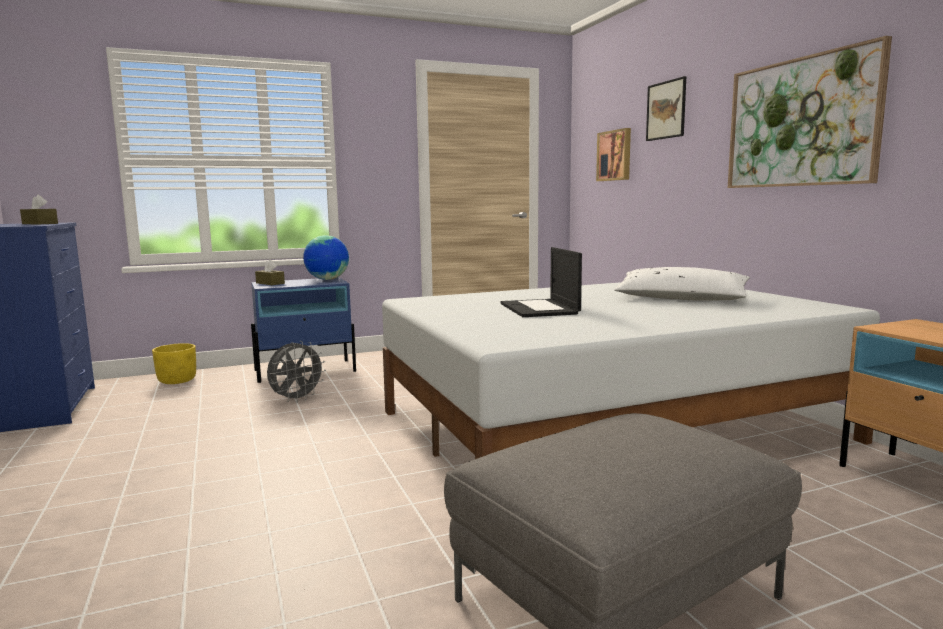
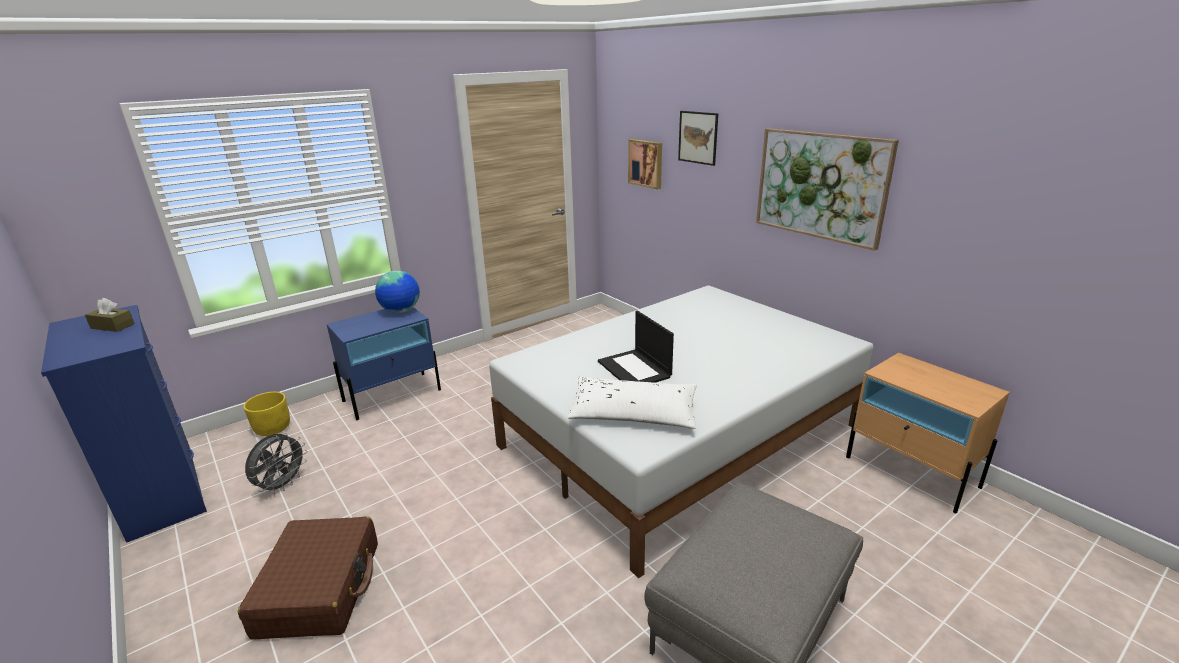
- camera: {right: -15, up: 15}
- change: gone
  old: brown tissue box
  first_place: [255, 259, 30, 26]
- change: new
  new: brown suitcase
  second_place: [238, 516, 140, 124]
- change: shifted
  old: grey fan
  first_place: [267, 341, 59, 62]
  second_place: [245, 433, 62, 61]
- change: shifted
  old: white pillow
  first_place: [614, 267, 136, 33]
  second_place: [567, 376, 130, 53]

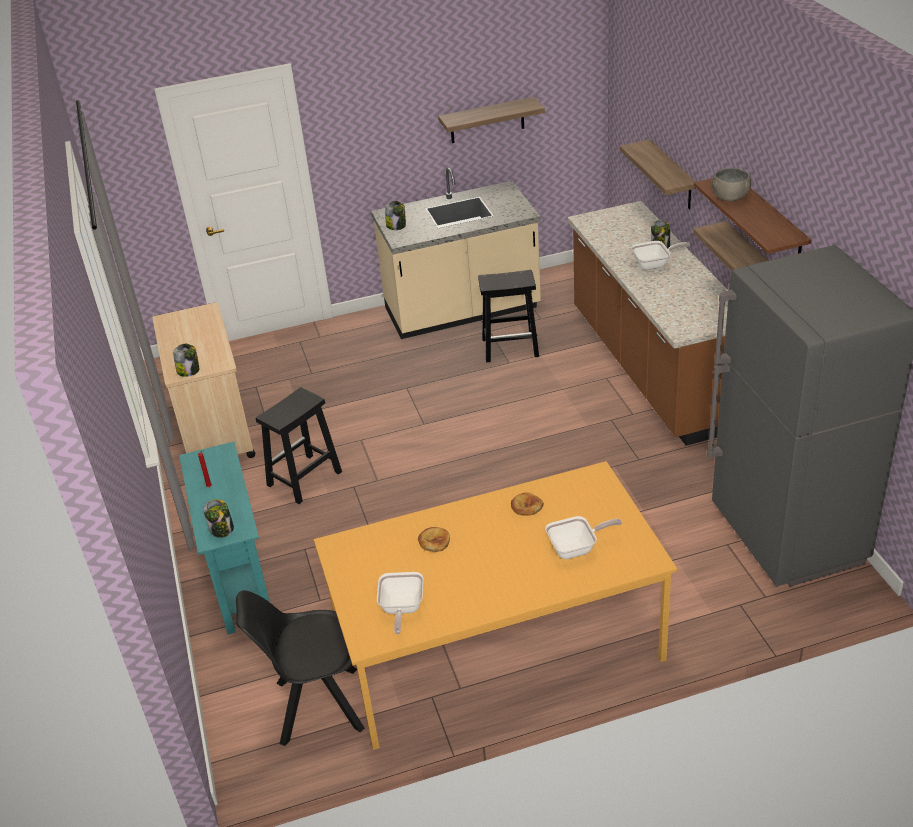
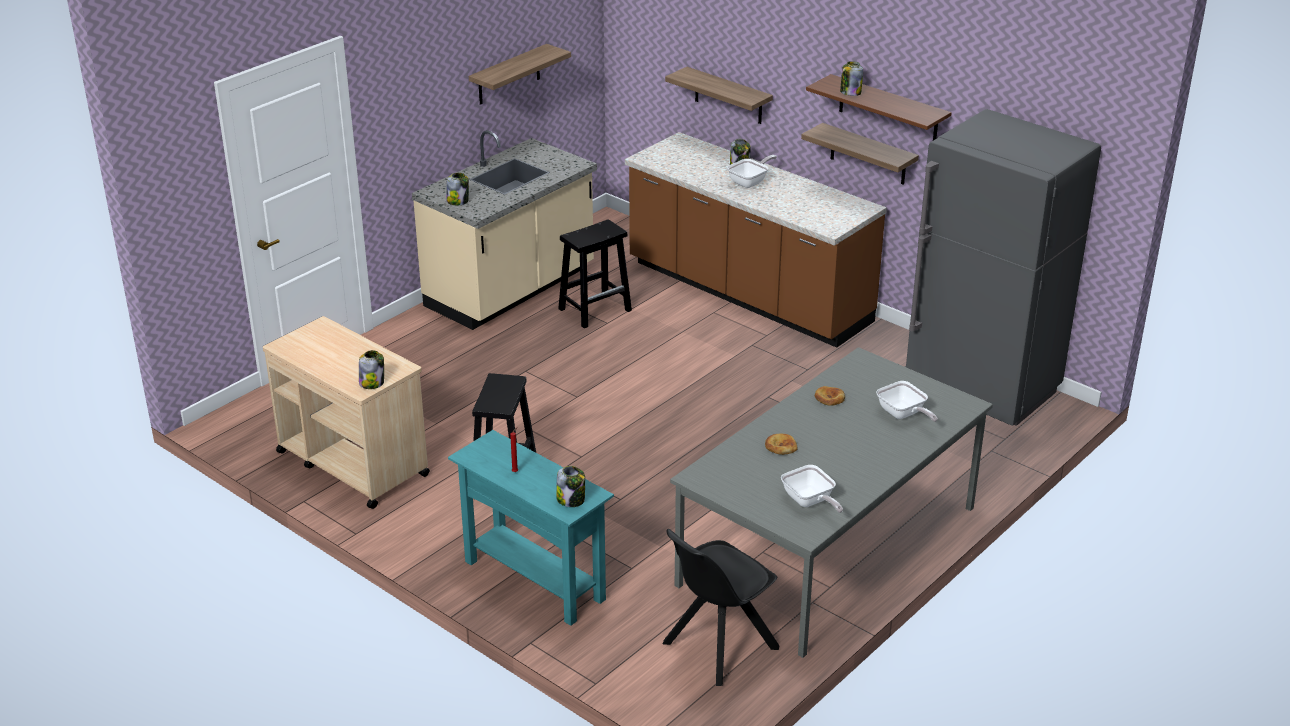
- camera: {right: -35, up: -5}
- change: swapped
  old: grey bowl
  new: jar
  first_place: [712, 168, 39, 33]
  second_place: [840, 61, 23, 35]
- change: repainted
  old: orange dining table
  new: grey dining table
  first_place: [314, 461, 363, 289]
  second_place: [670, 347, 323, 311]
- change: rotated
  old: frying pan
  first_place: [545, 516, 77, 43]
  second_place: [876, 381, 62, 41]
  degrees: 105

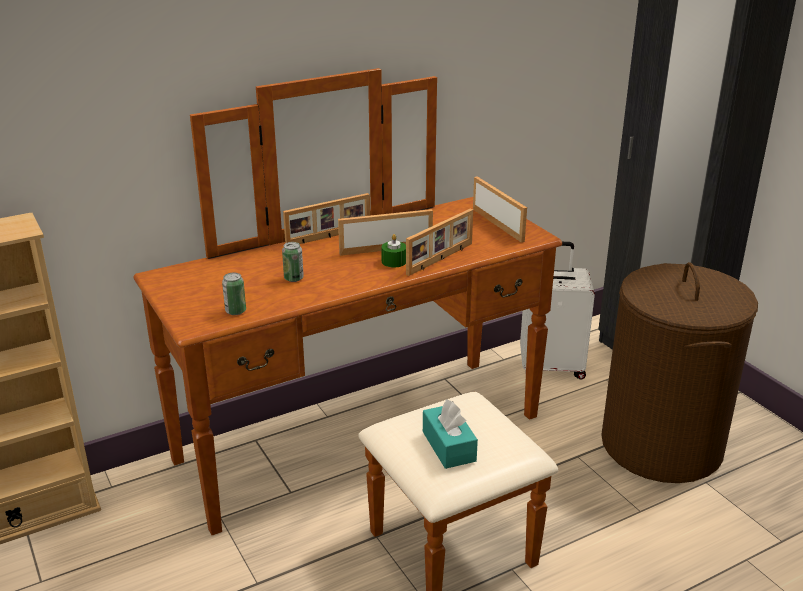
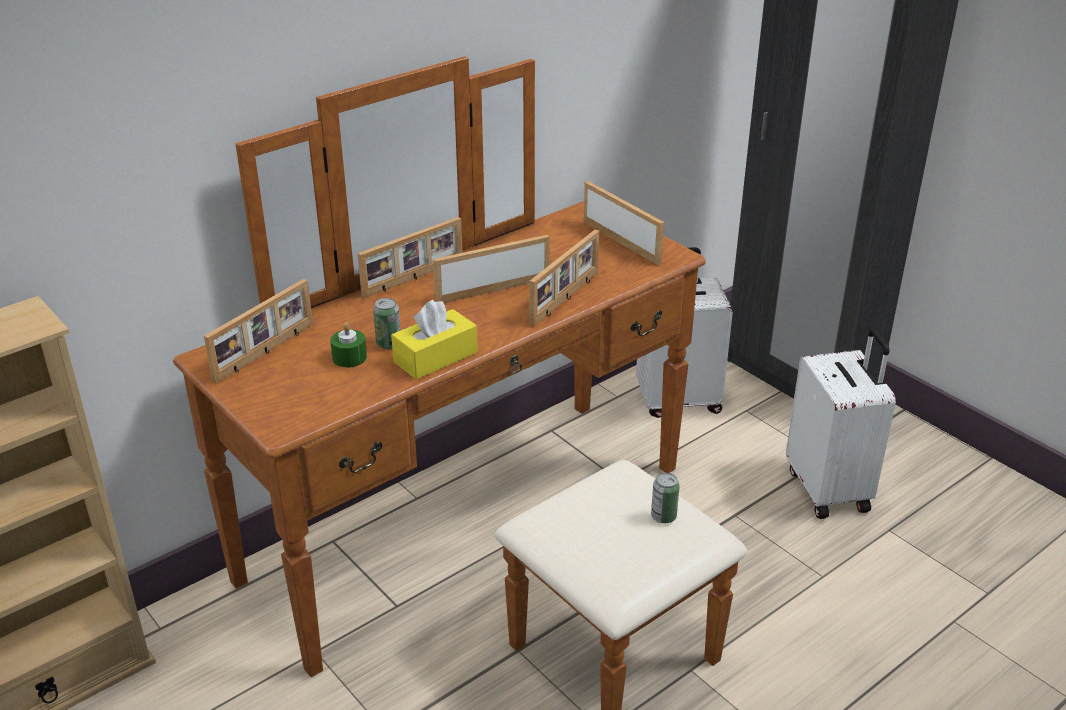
- camera: {right: -10, up: 5}
- change: gone
  old: turquoise tissue box
  first_place: [423, 399, 55, 70]
- change: new
  new: picture frame
  second_place: [204, 279, 109, 105]
- change: new
  new: yellow tissue box
  second_place: [391, 300, 87, 80]
- change: shifted
  old: can
  first_place: [222, 273, 24, 42]
  second_place: [651, 473, 29, 50]
- change: shifted
  old: green candle
  first_place: [381, 234, 25, 33]
  second_place: [330, 323, 37, 44]
- change: swapped
  old: brown laundry basket
  new: white suitcase
  first_place: [601, 262, 157, 221]
  second_place: [786, 329, 110, 190]

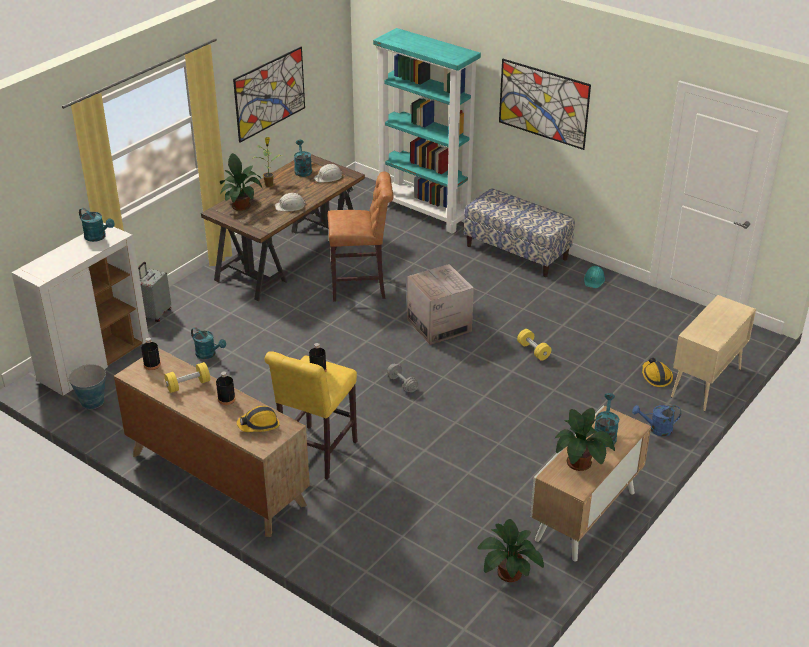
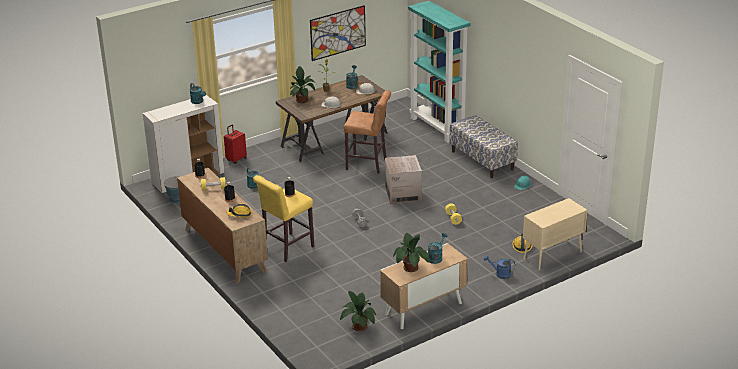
- camera: {right: 20, up: -5}
- change: gone
  old: picture
  first_place: [499, 59, 92, 91]
- change: repainted
  old: grey suitcase
  new: red suitcase
  first_place: [138, 262, 33, 60]
  second_place: [224, 125, 23, 39]

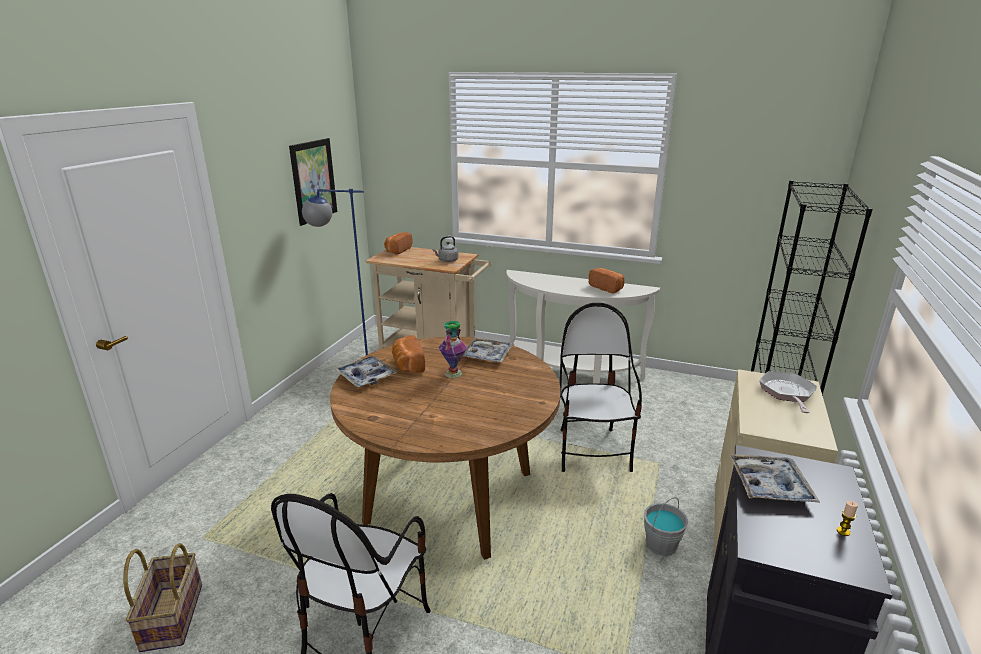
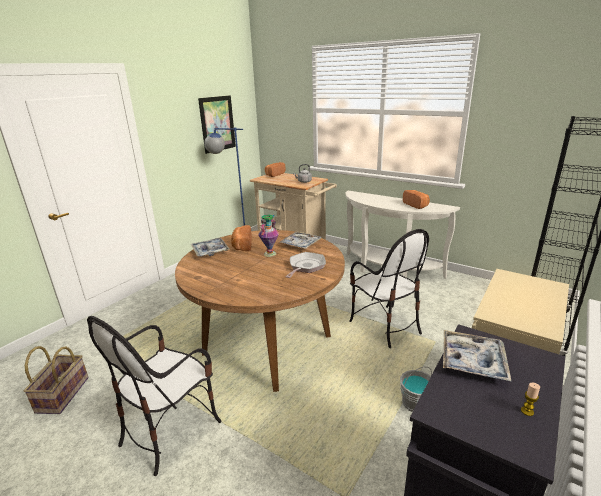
- camera: {right: 15, up: 0}
- change: shifted
  old: frying pan
  first_place: [759, 371, 58, 42]
  second_place: [285, 252, 41, 26]
- change: rotated
  old: chair
  first_place: [560, 303, 82, 169]
  second_place: [349, 229, 80, 119]
  degrees: 135

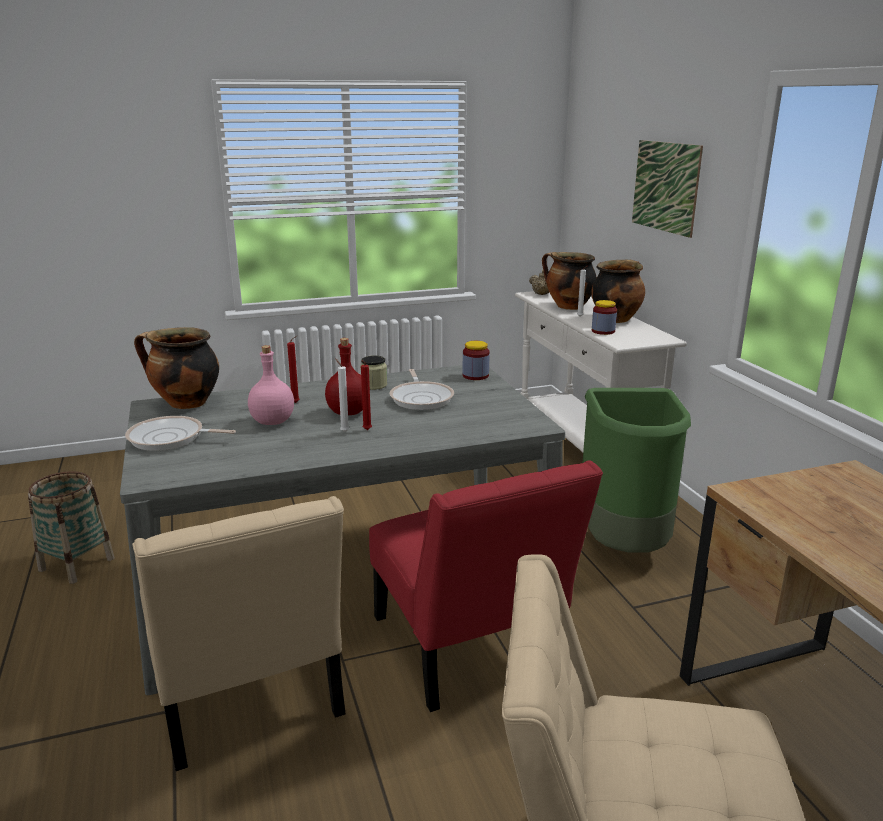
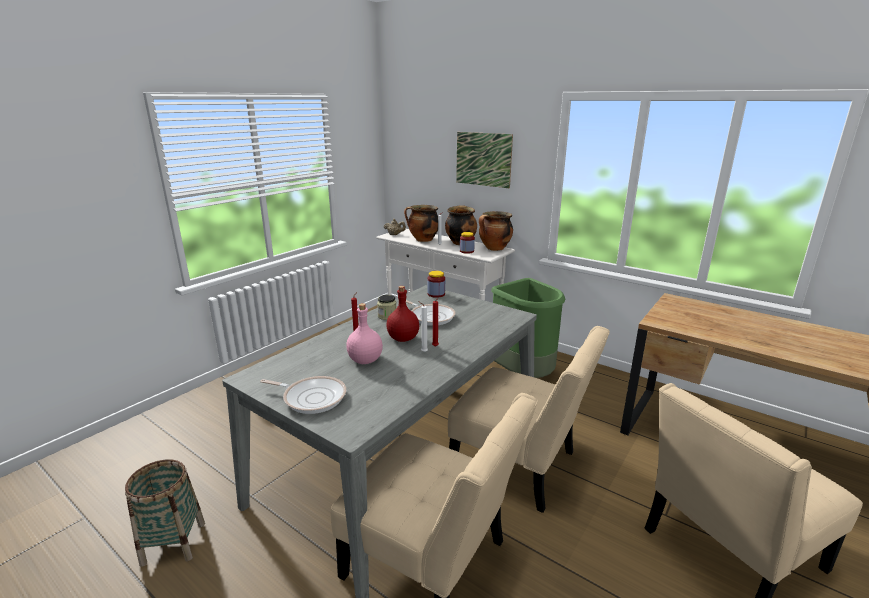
- camera: {right: -35, up: 0}
- change: shifted
  old: cooking pot
  first_place: [134, 327, 85, 82]
  second_place: [479, 211, 34, 40]
- change: repainted
  old: red chair
  new: beige chair
  first_place: [369, 460, 234, 252]
  second_place: [448, 326, 162, 187]
- change: rotated
  old: frying pan
  first_place: [125, 416, 111, 35]
  second_place: [260, 376, 86, 38]
  degrees: -135

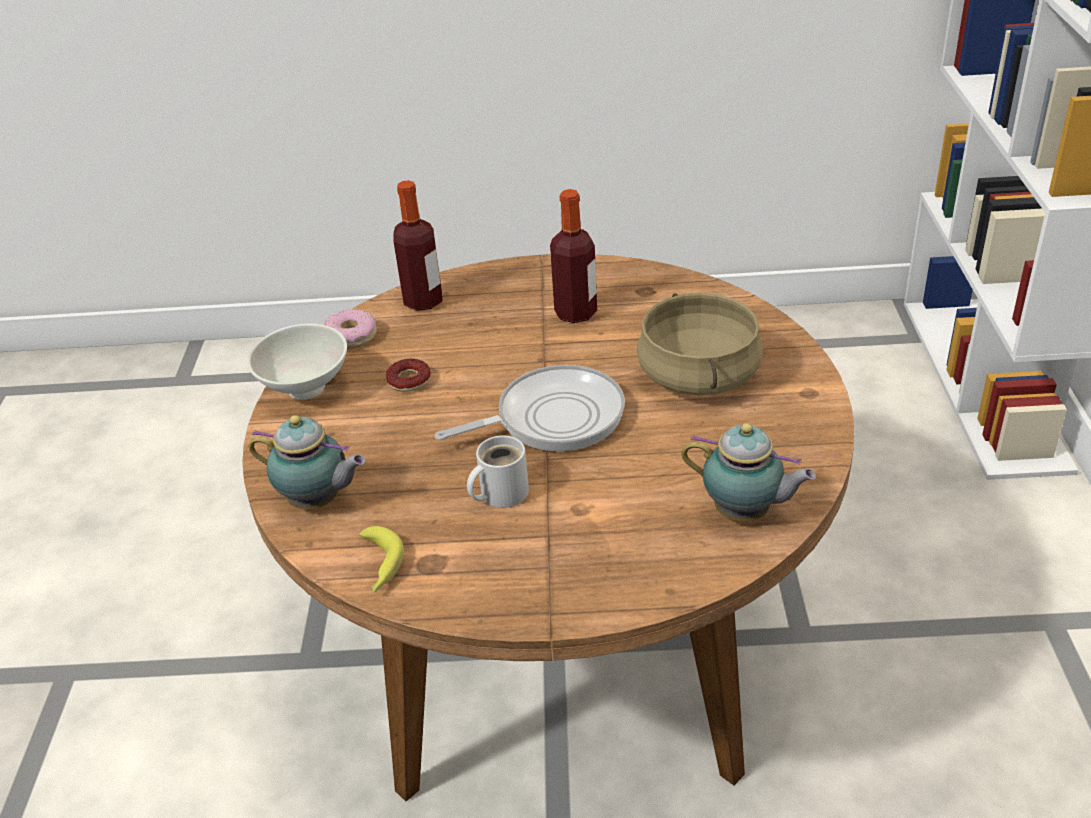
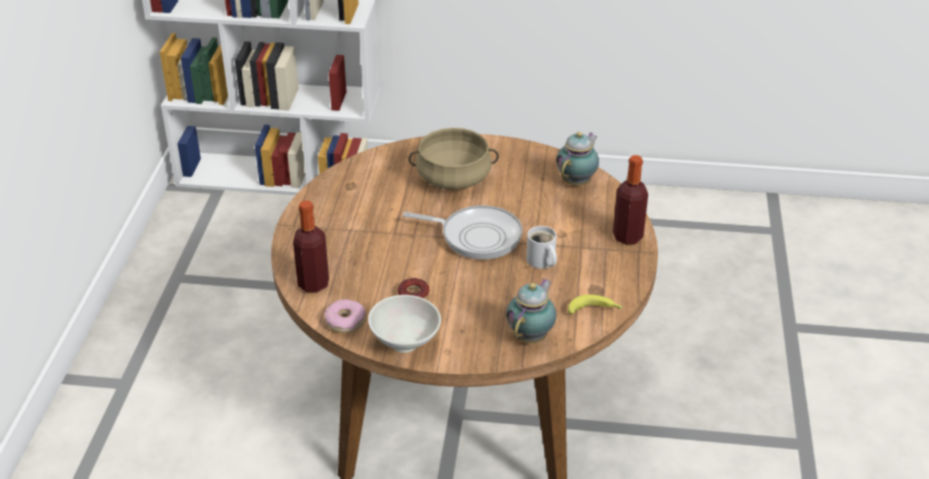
- camera: {right: -85, up: 0}
- change: shifted
  old: bottle
  first_place: [550, 189, 47, 134]
  second_place: [613, 155, 35, 90]
- change: rotated
  old: frying pan
  first_place: [435, 365, 190, 86]
  second_place: [403, 205, 120, 54]
  degrees: 120

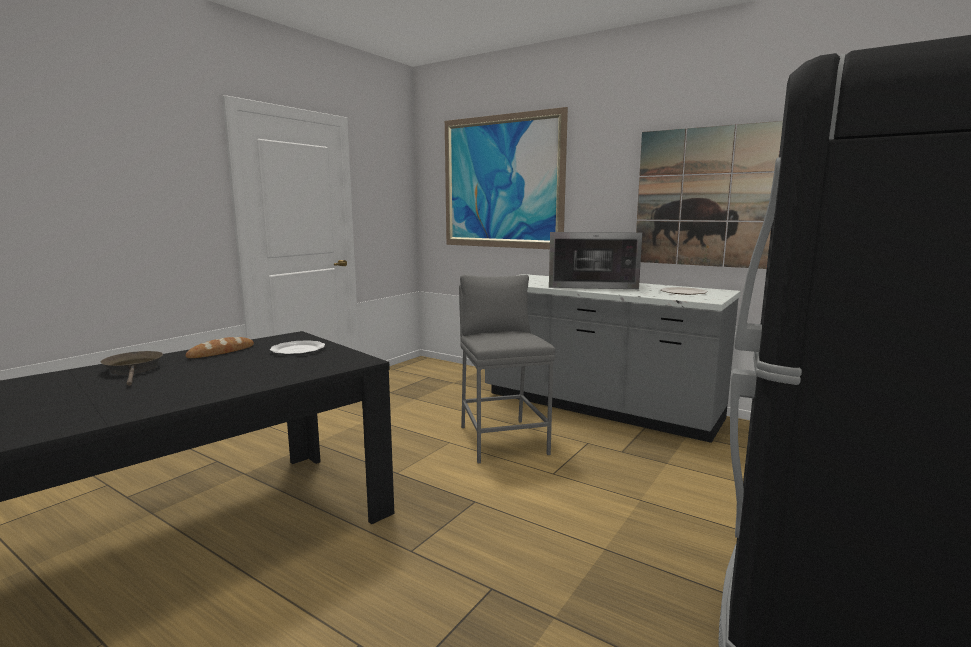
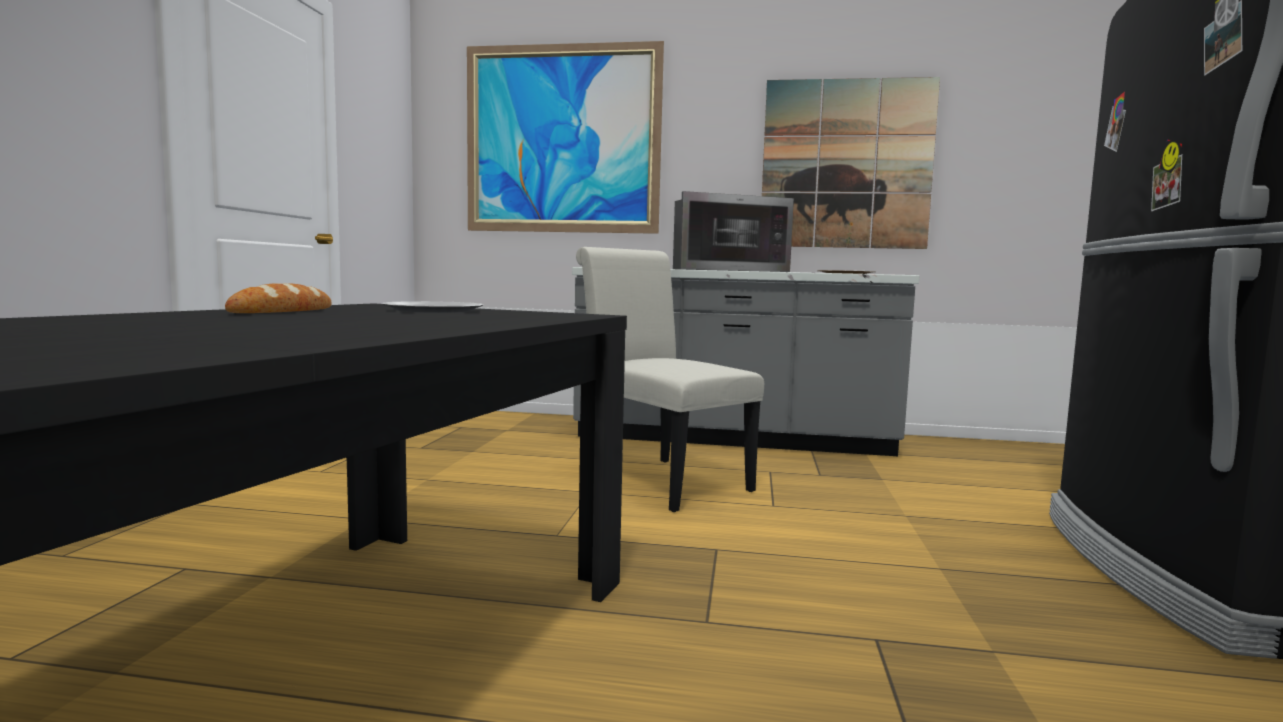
- camera: {right: -25, up: -5}
- change: gone
  old: brown frying pan
  first_place: [101, 351, 62, 35]
- change: swapped
  old: grey stool
  new: white chair
  first_place: [459, 275, 96, 188]
  second_place: [576, 247, 188, 265]

